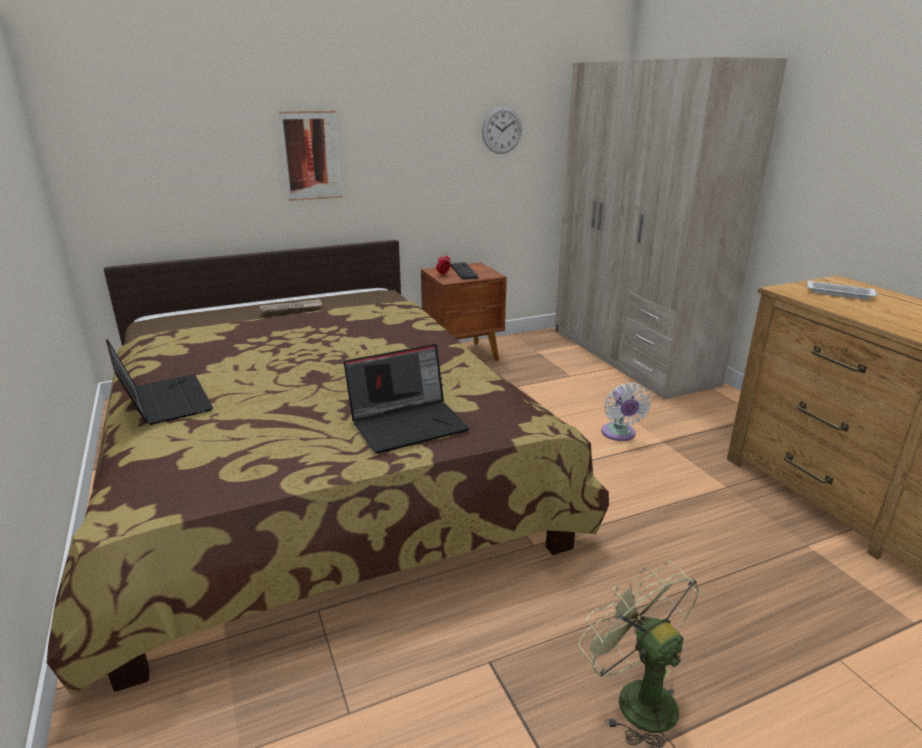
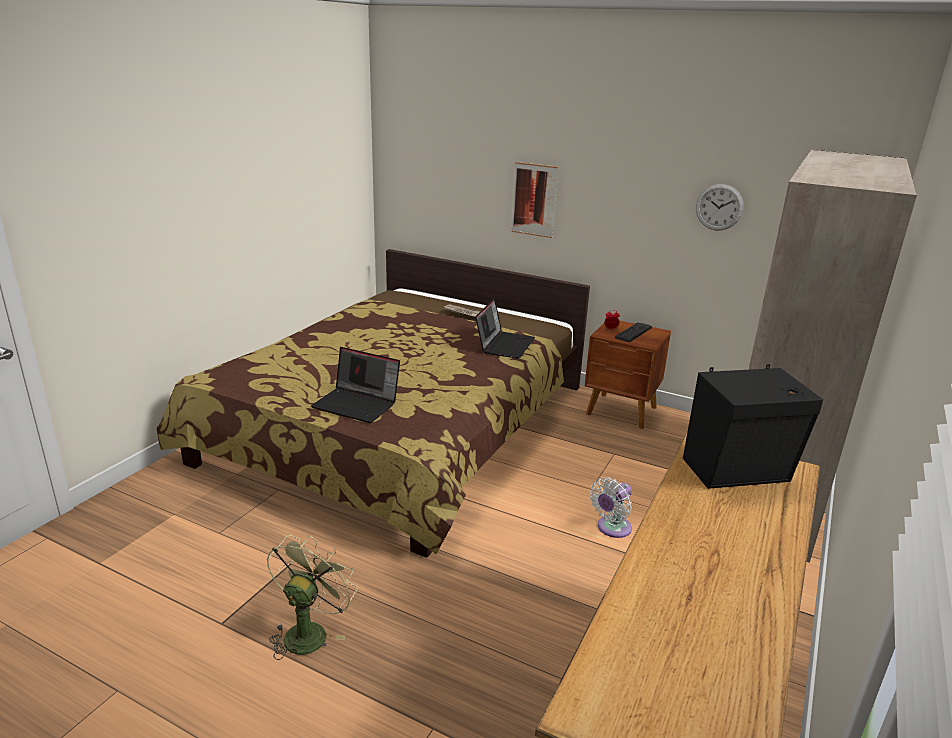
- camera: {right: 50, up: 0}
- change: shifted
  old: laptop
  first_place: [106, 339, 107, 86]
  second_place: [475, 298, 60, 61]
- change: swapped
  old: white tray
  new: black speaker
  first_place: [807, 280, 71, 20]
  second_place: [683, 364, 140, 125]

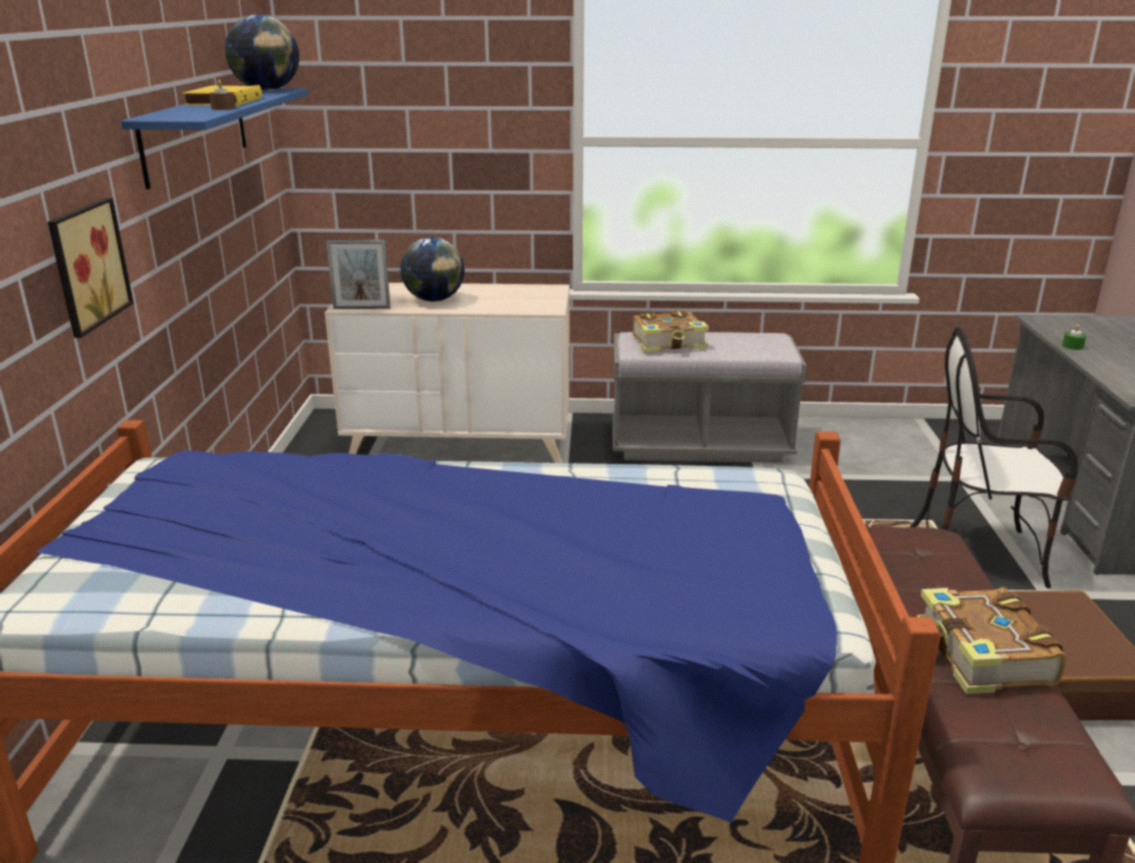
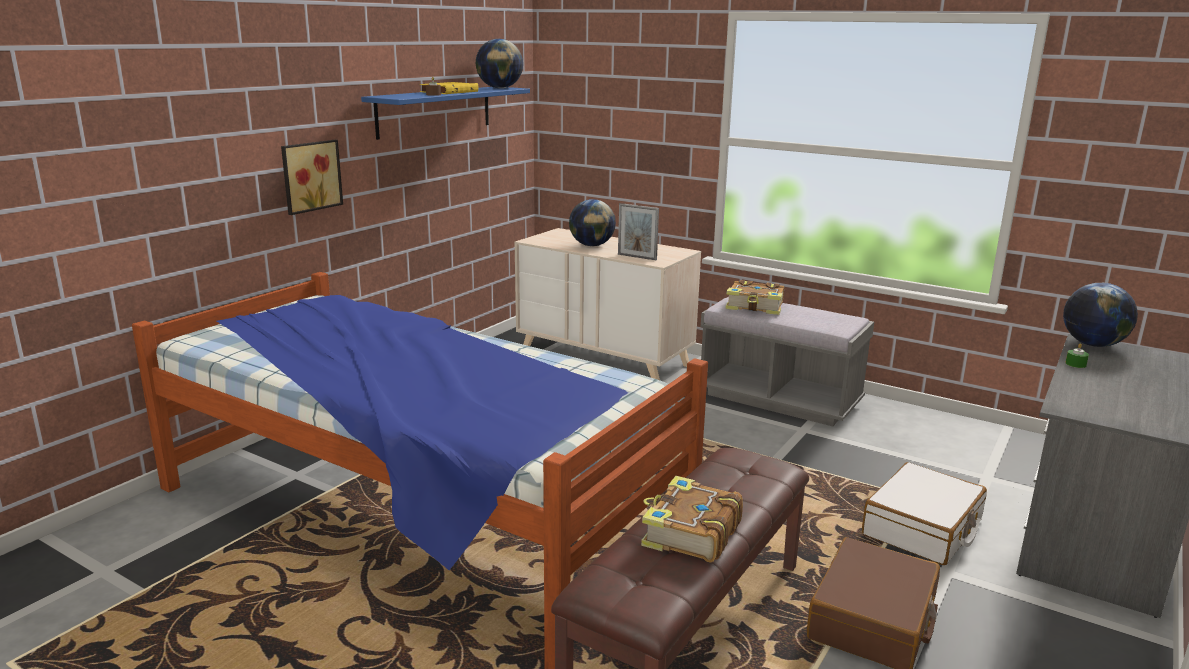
- camera: {right: 30, up: -5}
- change: new
  new: globe
  second_place: [1063, 283, 75, 64]
- change: shifted
  old: picture frame
  first_place: [326, 240, 65, 69]
  second_place: [618, 203, 41, 57]
- change: swapped
  old: chair
  new: white suitcase
  first_place: [910, 327, 168, 261]
  second_place: [862, 462, 125, 103]

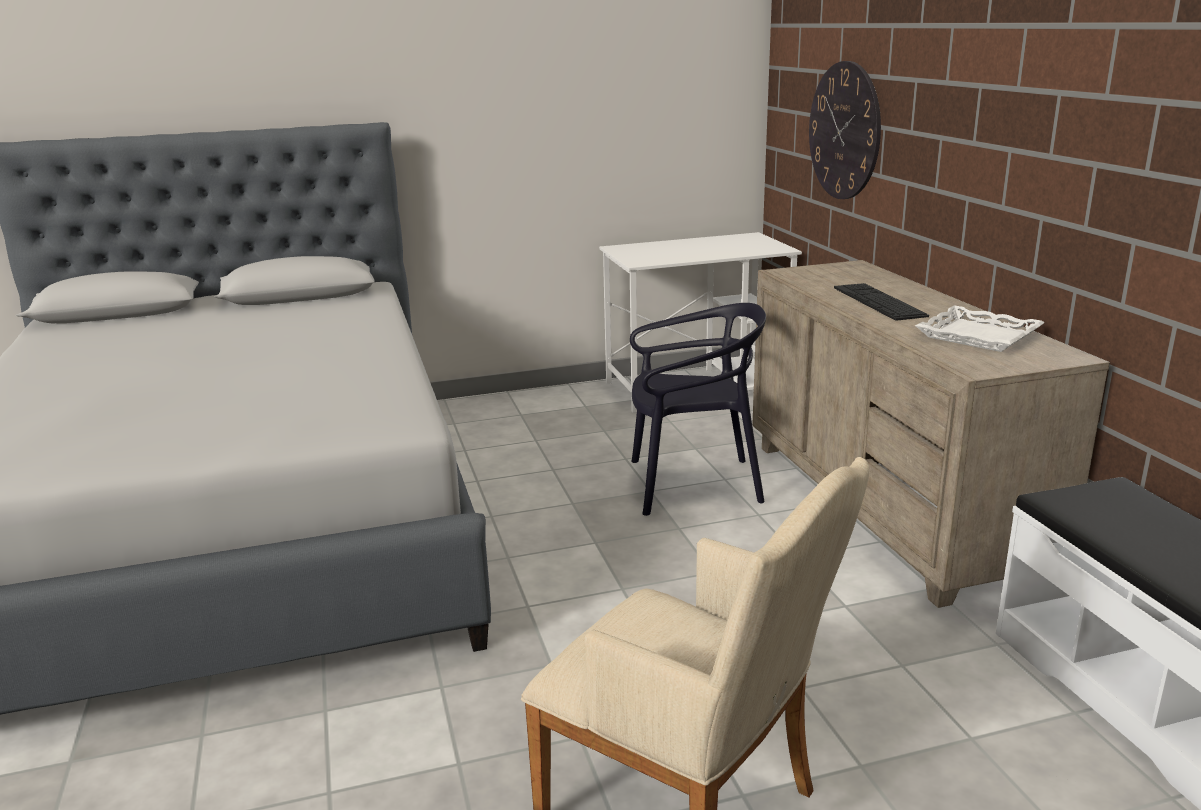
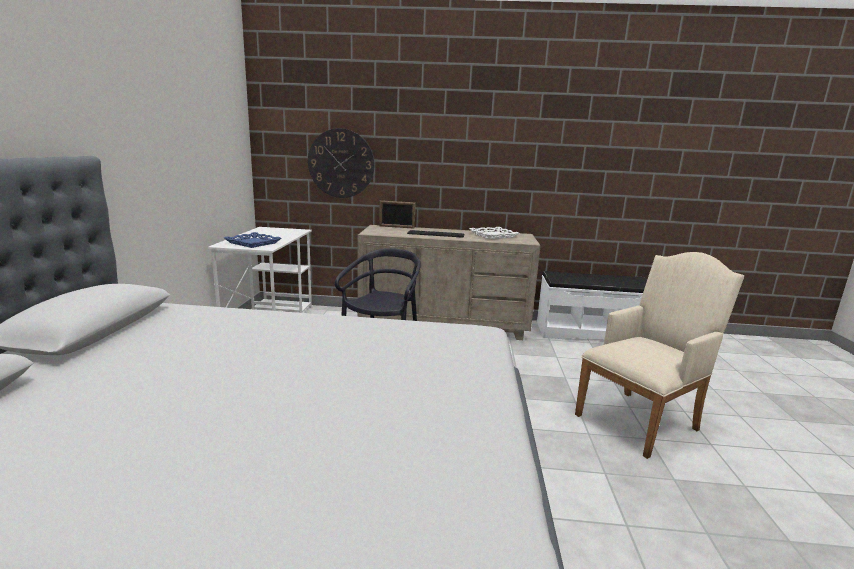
- camera: {right: -70, up: -5}
- change: new
  new: blue tray
  second_place: [224, 232, 57, 16]
- change: new
  new: picture frame
  second_place: [379, 200, 37, 29]

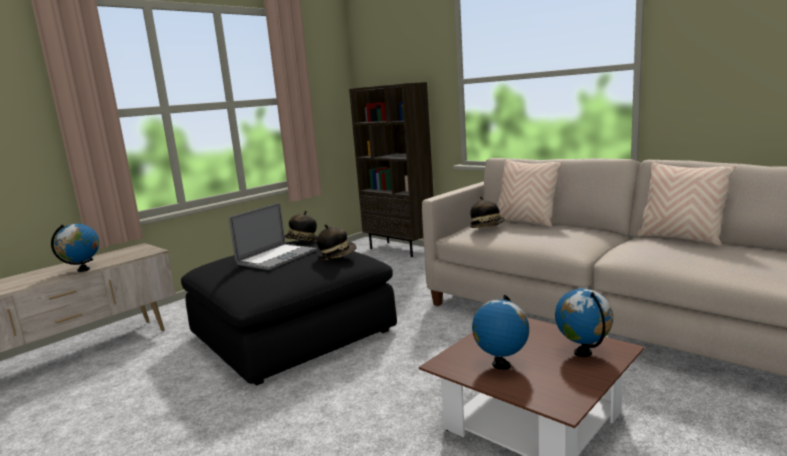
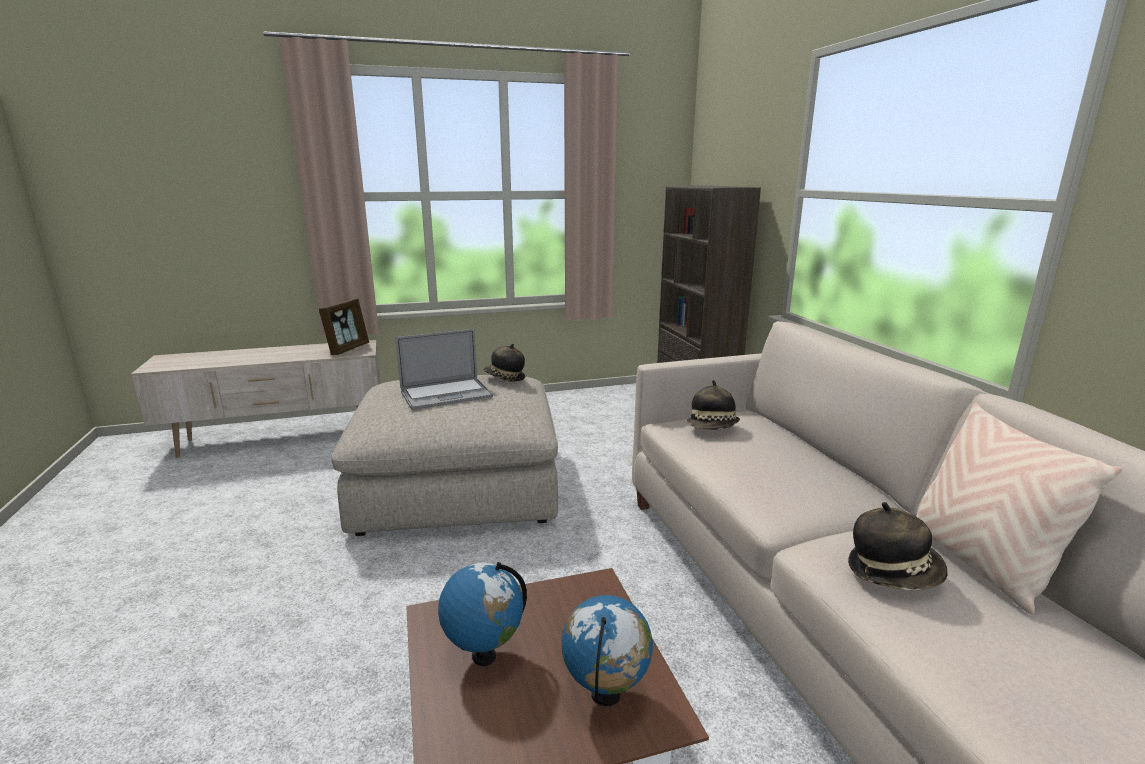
- camera: {right: 30, up: 5}
- change: gone
  old: globe
  first_place: [51, 224, 48, 48]
- change: gone
  old: beige pillow
  first_place: [498, 159, 64, 68]
- change: new
  new: picture frame
  second_place: [319, 299, 50, 56]
- change: shifted
  old: hat
  first_place: [317, 224, 39, 36]
  second_place: [848, 502, 100, 88]
- change: repainted
  old: black ottoman
  new: beige ottoman
  first_place: [181, 240, 216, 146]
  second_place: [331, 375, 227, 161]

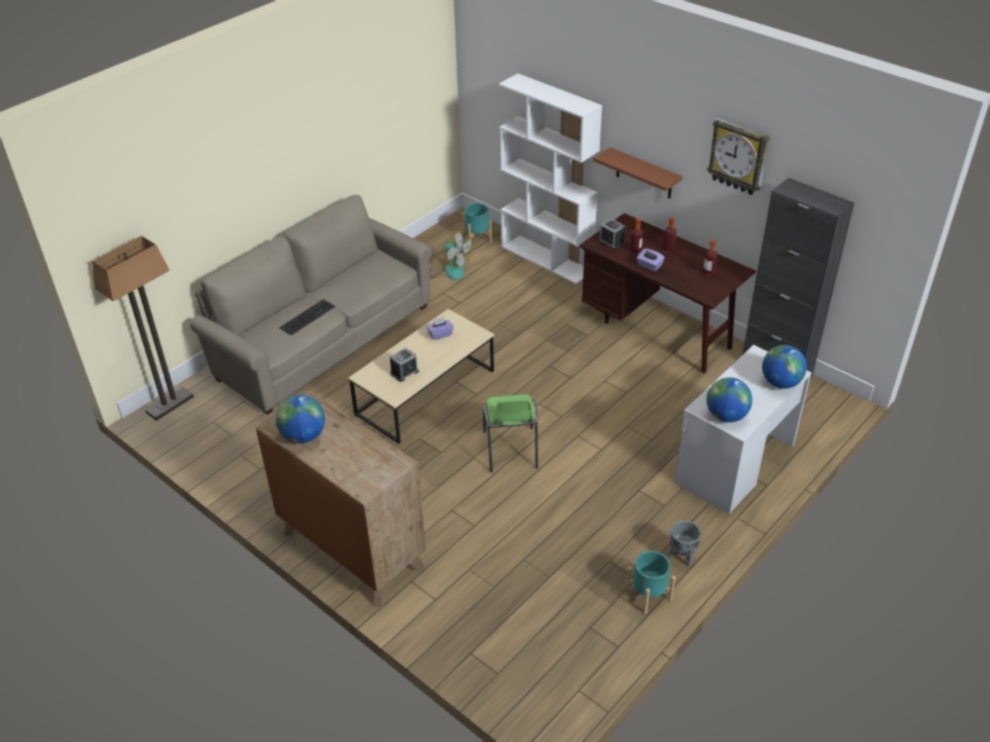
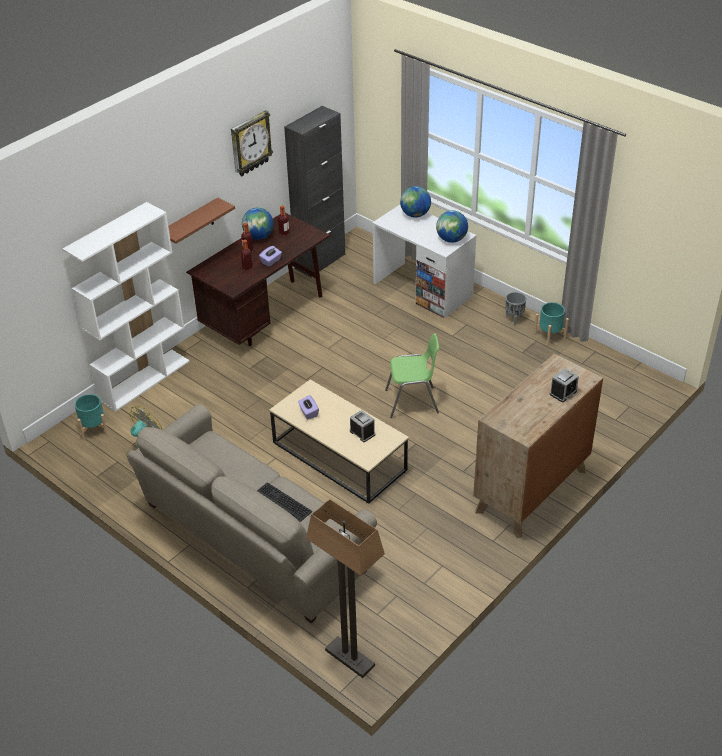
- camera: {right: -90, up: 0}
- change: shifted
  old: globe
  first_place: [276, 395, 49, 48]
  second_place: [242, 208, 32, 32]
- change: shifted
  old: alarm clock
  first_place: [599, 219, 26, 31]
  second_place: [550, 368, 29, 34]

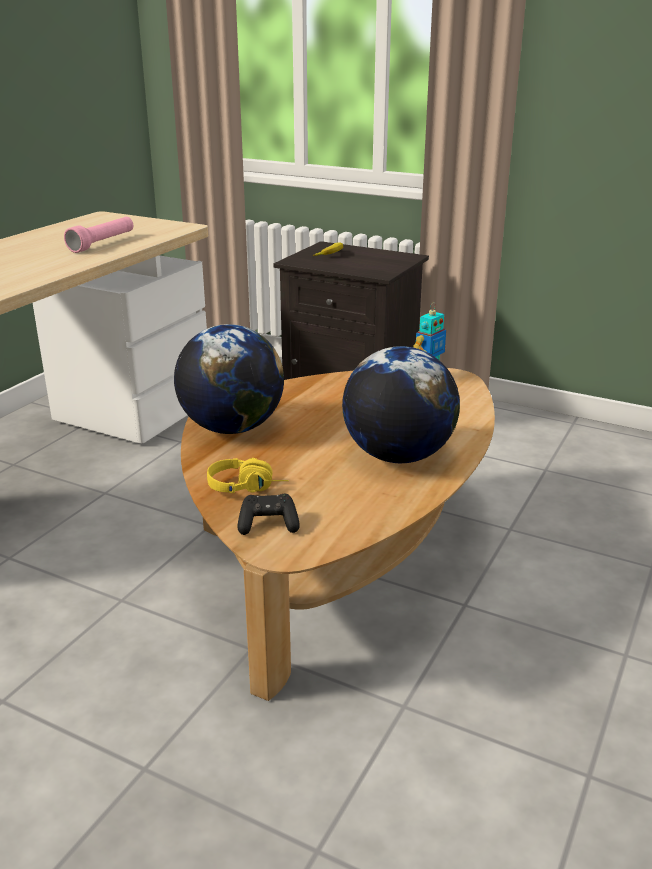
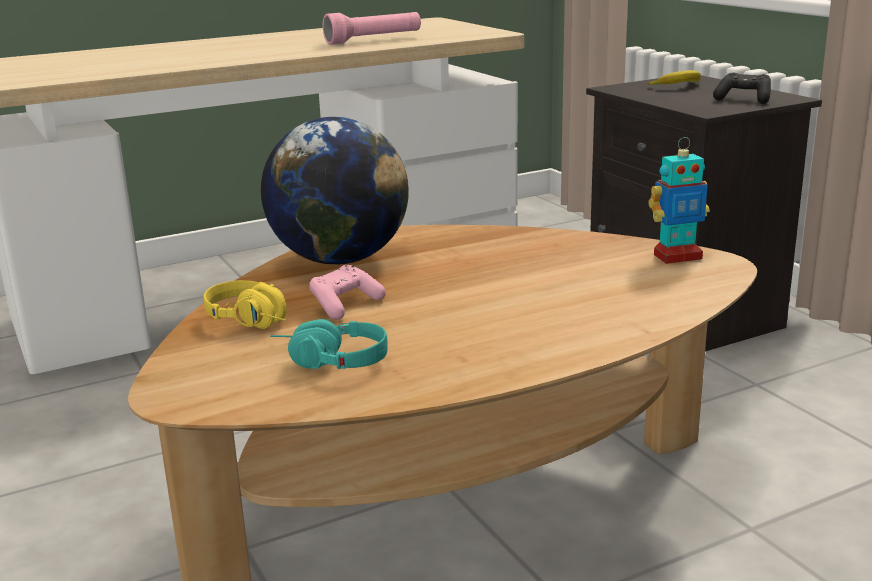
- camera: {right: 35, up: -5}
- change: gone
  old: globe
  first_place: [342, 346, 118, 117]
- change: new
  new: turquoise headphones
  second_place: [270, 319, 118, 50]
- change: new
  new: pink game controller
  second_place: [309, 265, 77, 55]
- change: shifted
  old: black game controller
  first_place: [237, 494, 63, 41]
  second_place: [713, 73, 58, 31]

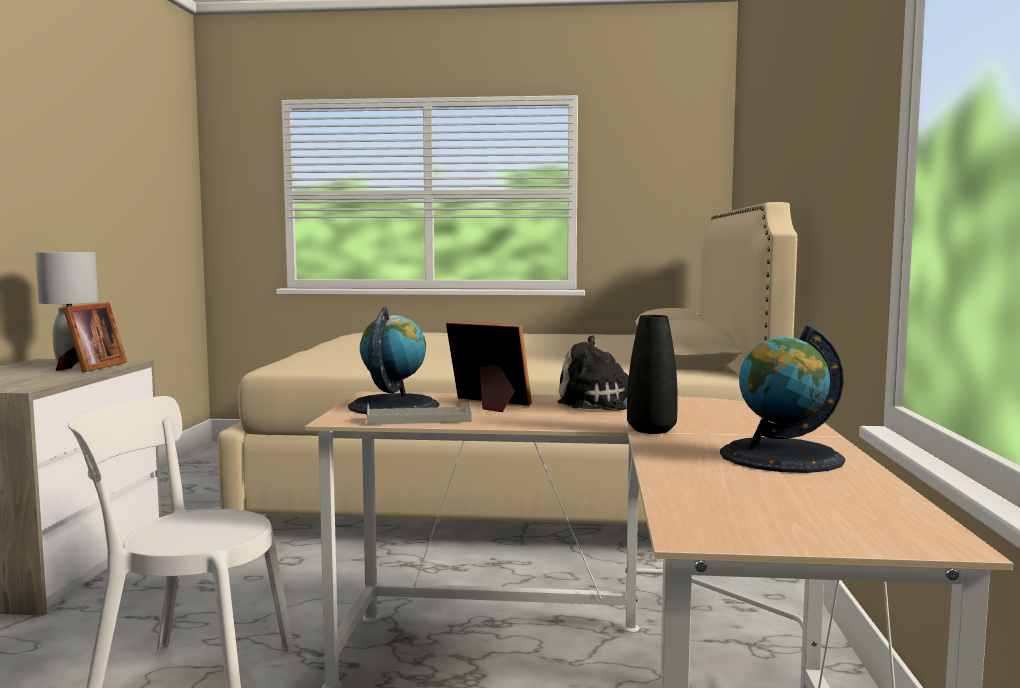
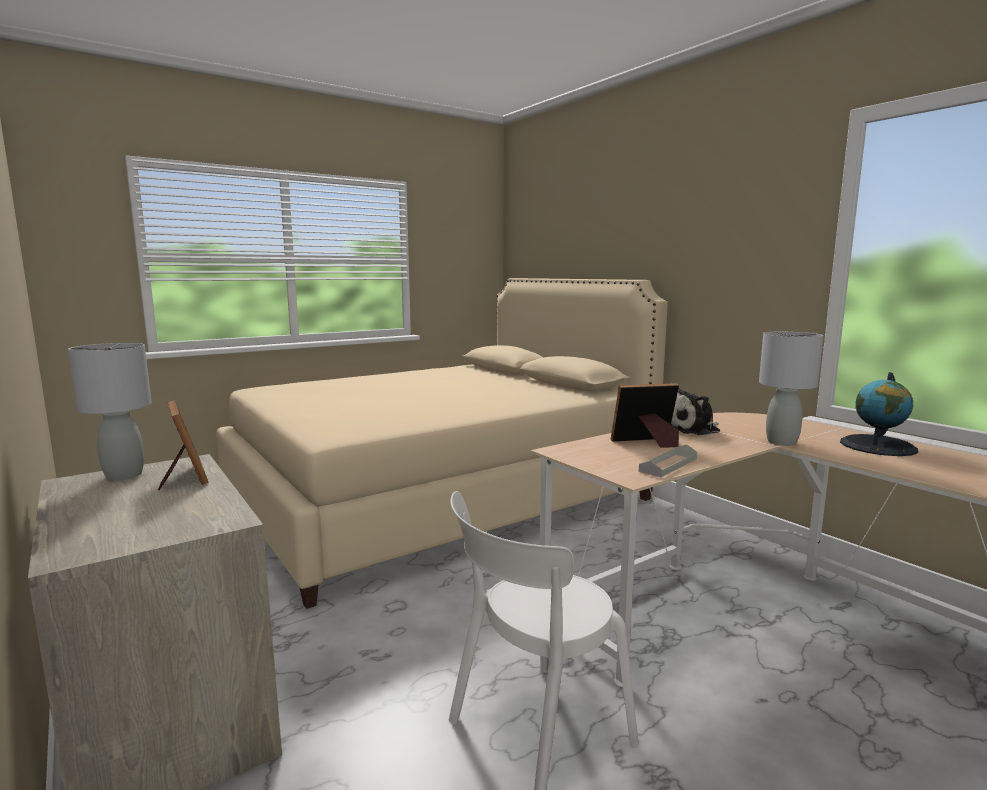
- camera: {right: -40, up: 5}
- change: gone
  old: globe
  first_place: [348, 308, 92, 106]
- change: swapped
  old: black vase
  new: grey table lamp
  first_place: [627, 315, 51, 119]
  second_place: [759, 332, 64, 114]

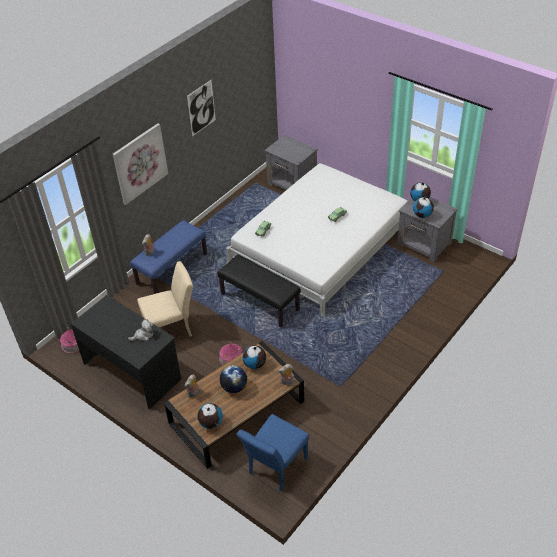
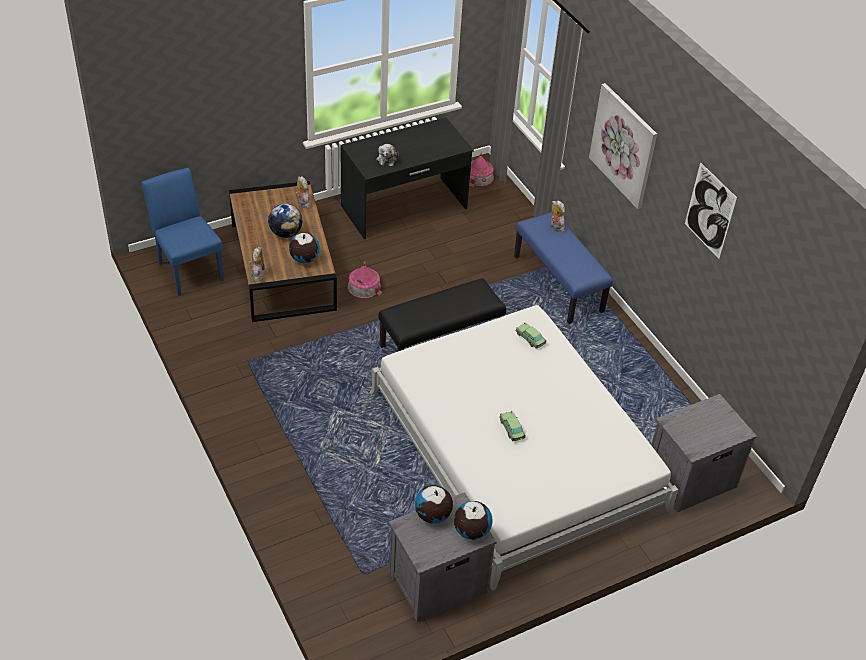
- camera: {right: 110, up: 0}
- change: gone
  old: beige chair
  first_place: [137, 261, 56, 76]
- change: gone
  old: globe
  first_place: [197, 403, 26, 26]

